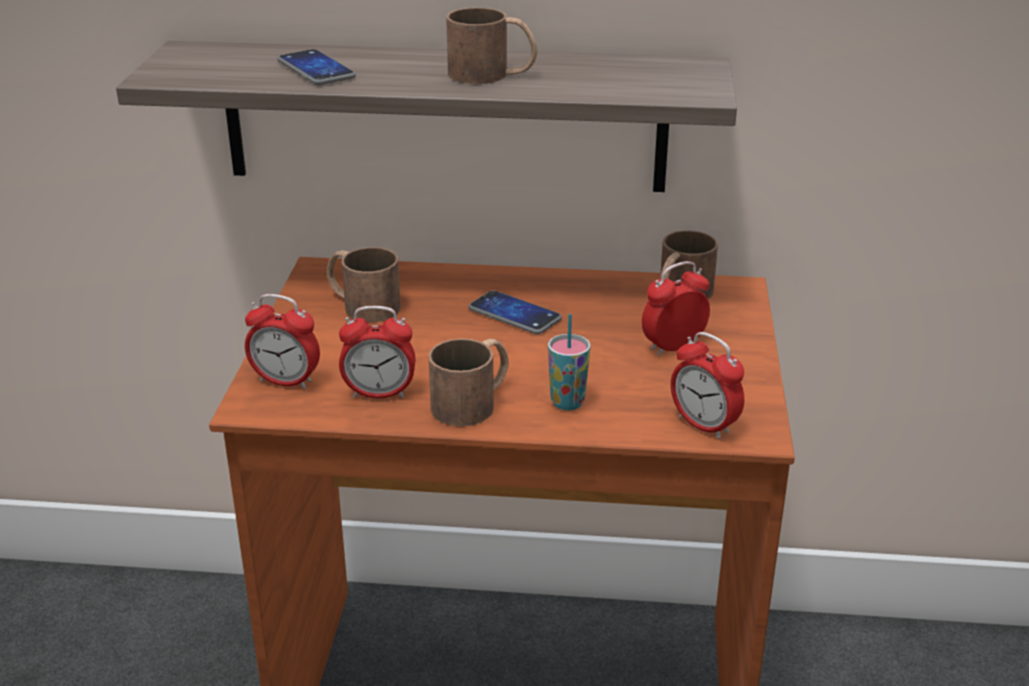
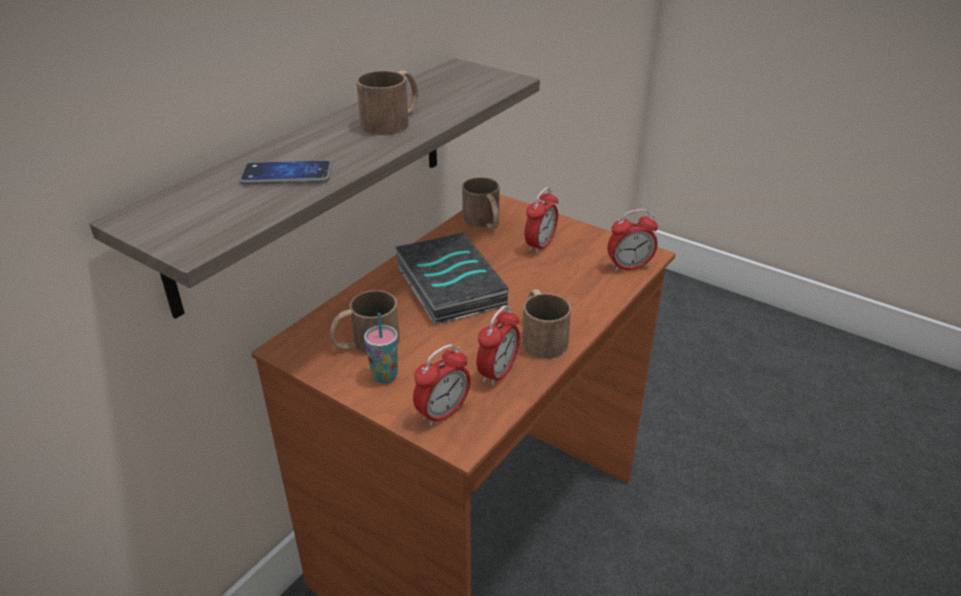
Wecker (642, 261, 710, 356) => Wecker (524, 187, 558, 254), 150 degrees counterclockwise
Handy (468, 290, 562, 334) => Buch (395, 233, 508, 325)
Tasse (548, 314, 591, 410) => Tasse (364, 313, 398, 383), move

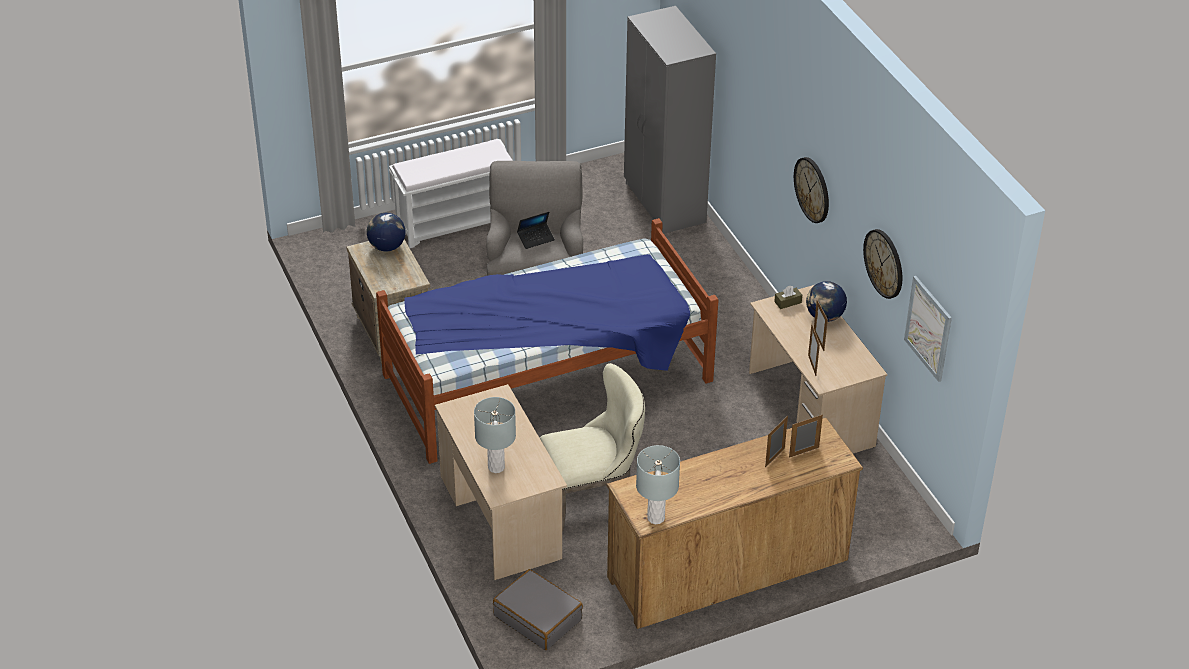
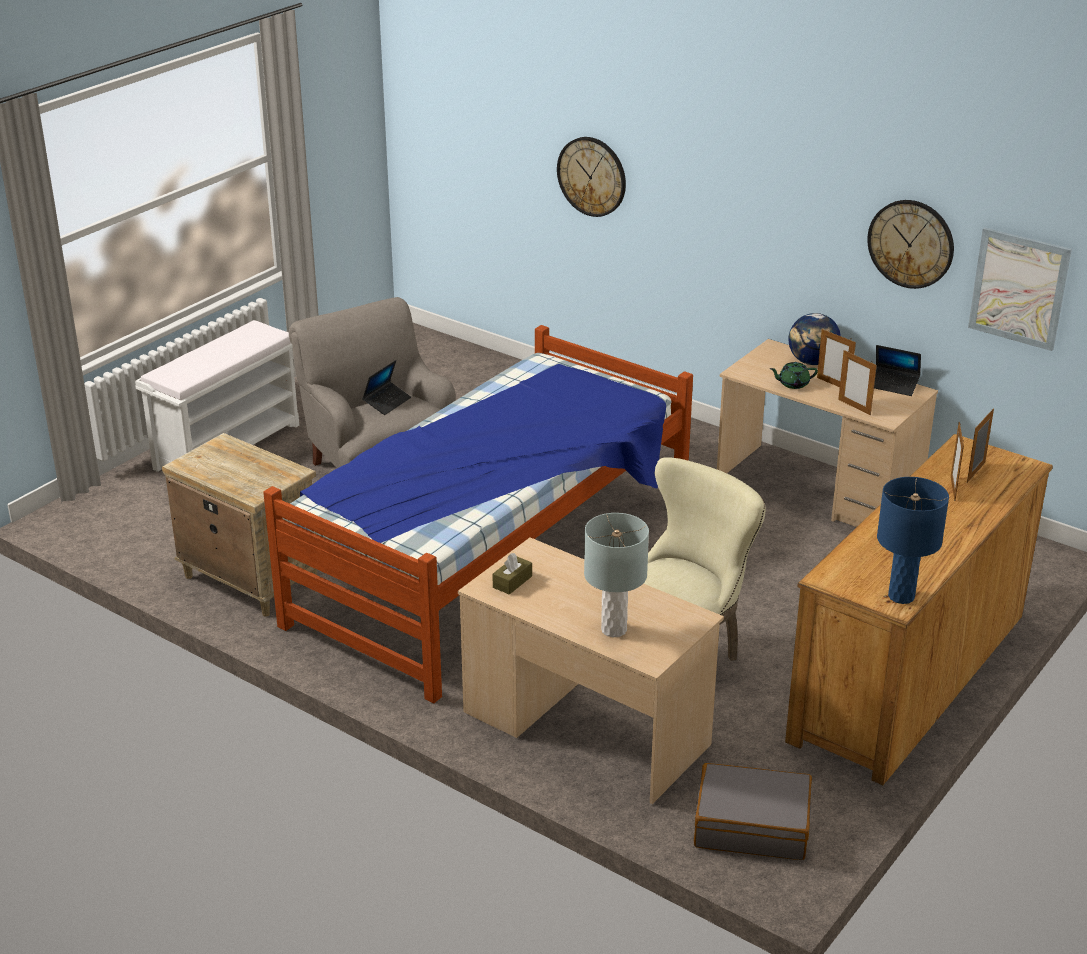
Kleiderschrank [grau] (624, 6, 716, 234) => nothing
Wanduhr (794, 157, 829, 223) => Wanduhr (557, 137, 626, 217), move
Globus (367, 213, 406, 251) => nothing
Taschentuchbox [braun] (774, 286, 802, 309) => Taschentuchbox [braun] (492, 553, 532, 595), move
Tischlampe [grau] (636, 445, 680, 524) => Tischlampe [blau] (877, 477, 949, 604)
nothing => Laptop (874, 345, 921, 396)
nothing => Teekanne [grün] (770, 362, 818, 389)

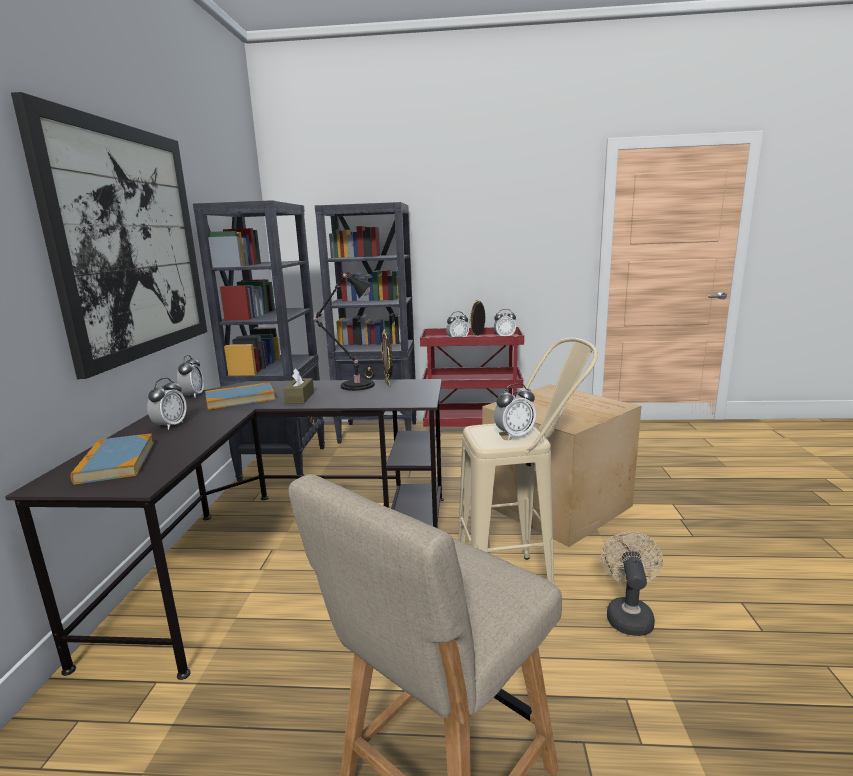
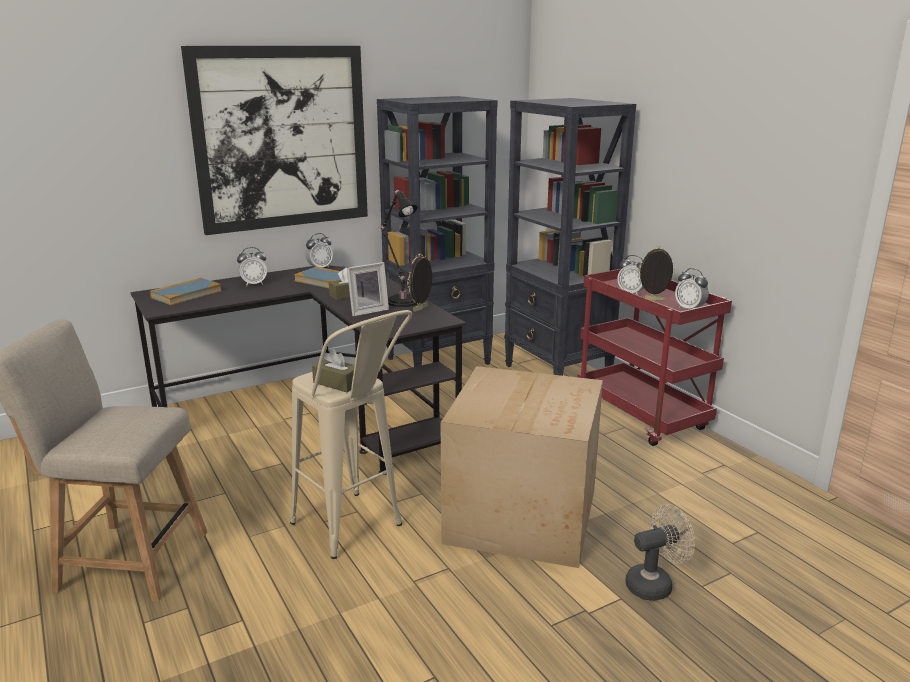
Wecker (494, 383, 536, 440) => Taschentuchbox [braun] (312, 349, 355, 392)
Ventilator [beige] (601, 532, 663, 636) => Ventilator [beige] (625, 504, 695, 601), move
nothing => Bilderrahmen (347, 262, 389, 316)

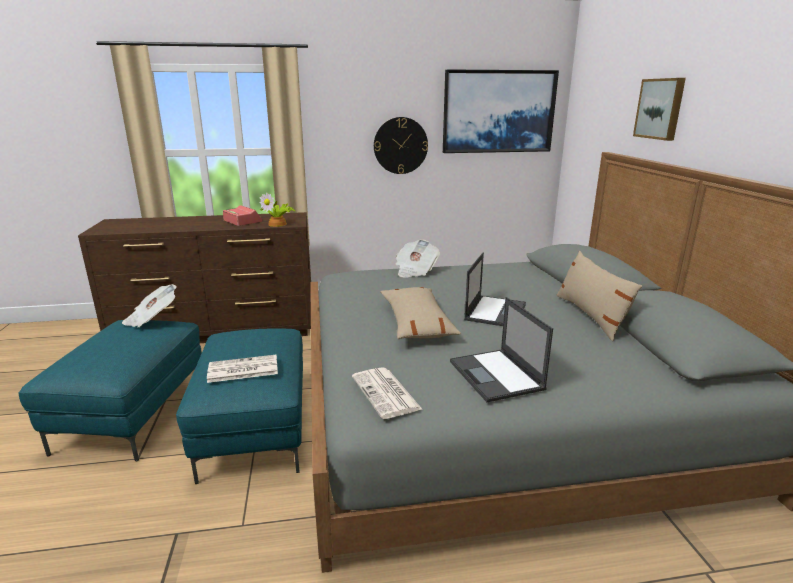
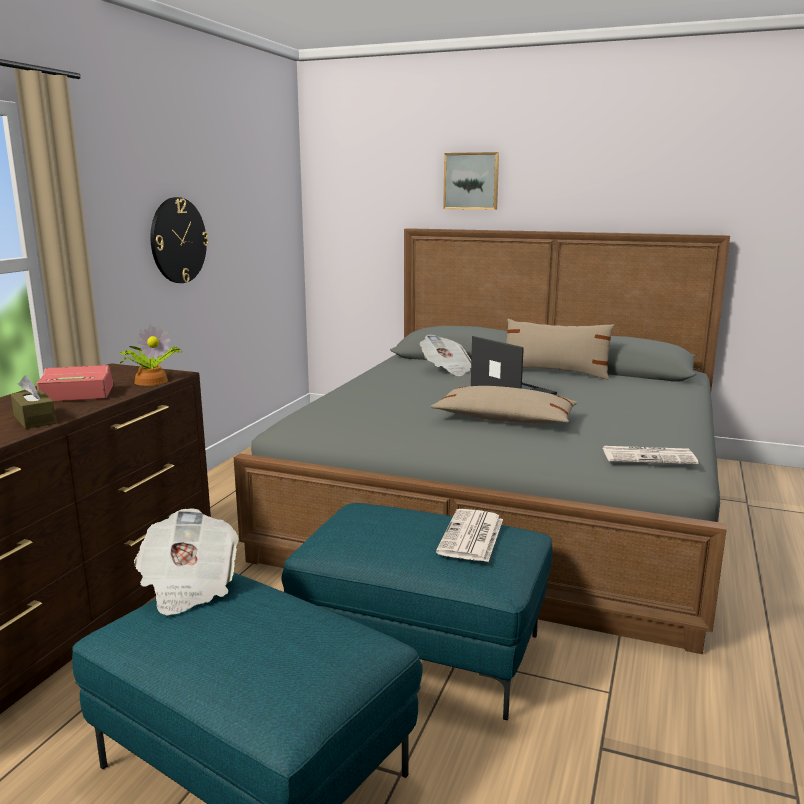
Bild (443, 69, 559, 153) => nothing
Zeitung (395, 239, 440, 278) => Zeitung (420, 335, 471, 376), move
Laptop (450, 297, 553, 402) => nothing
nothing => Taschentuchbox [braun] (11, 376, 56, 429)

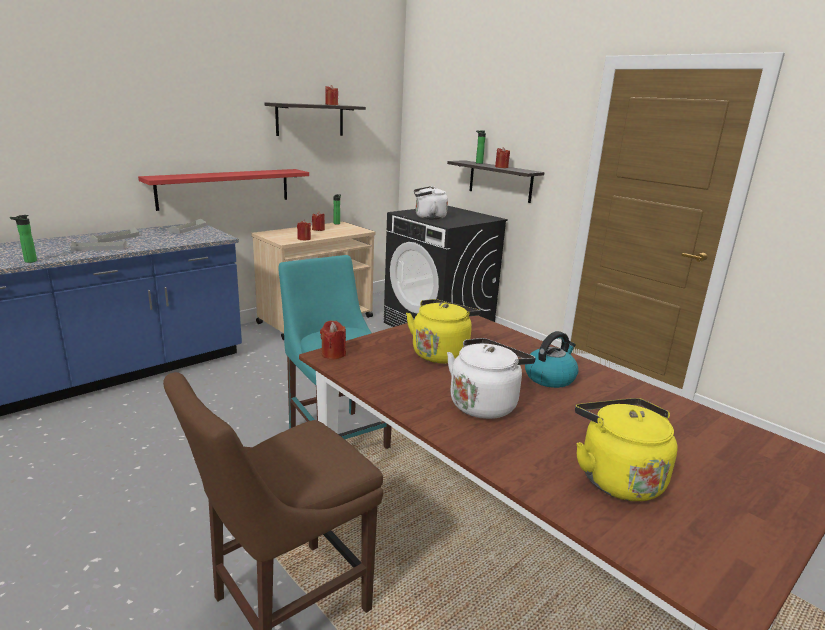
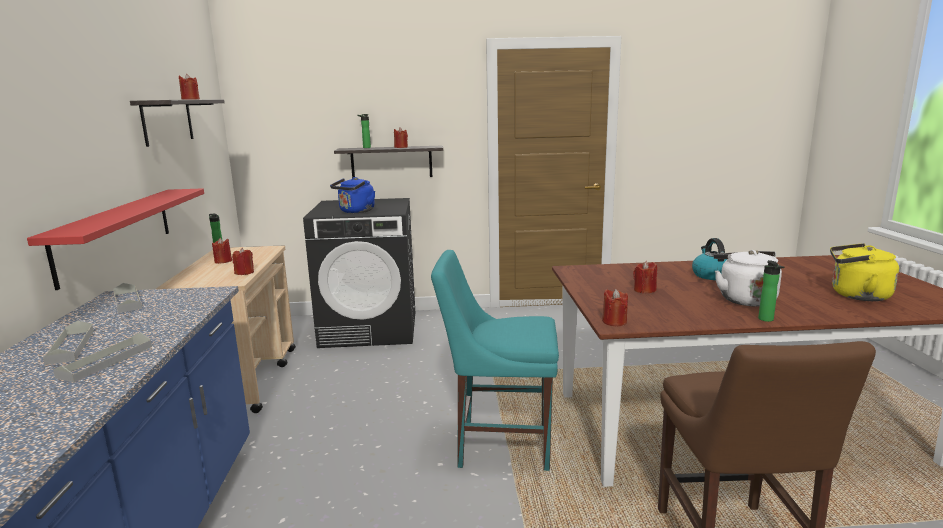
Wasserkessel [weiß] (414, 186, 448, 220) => Wasserkessel [blau] (330, 177, 375, 213)
Flasche (10, 215, 37, 263) => Flasche (758, 260, 784, 322), move
Wasserkessel [gelb] (406, 299, 481, 363) => Kerze [rot] (633, 261, 657, 294)

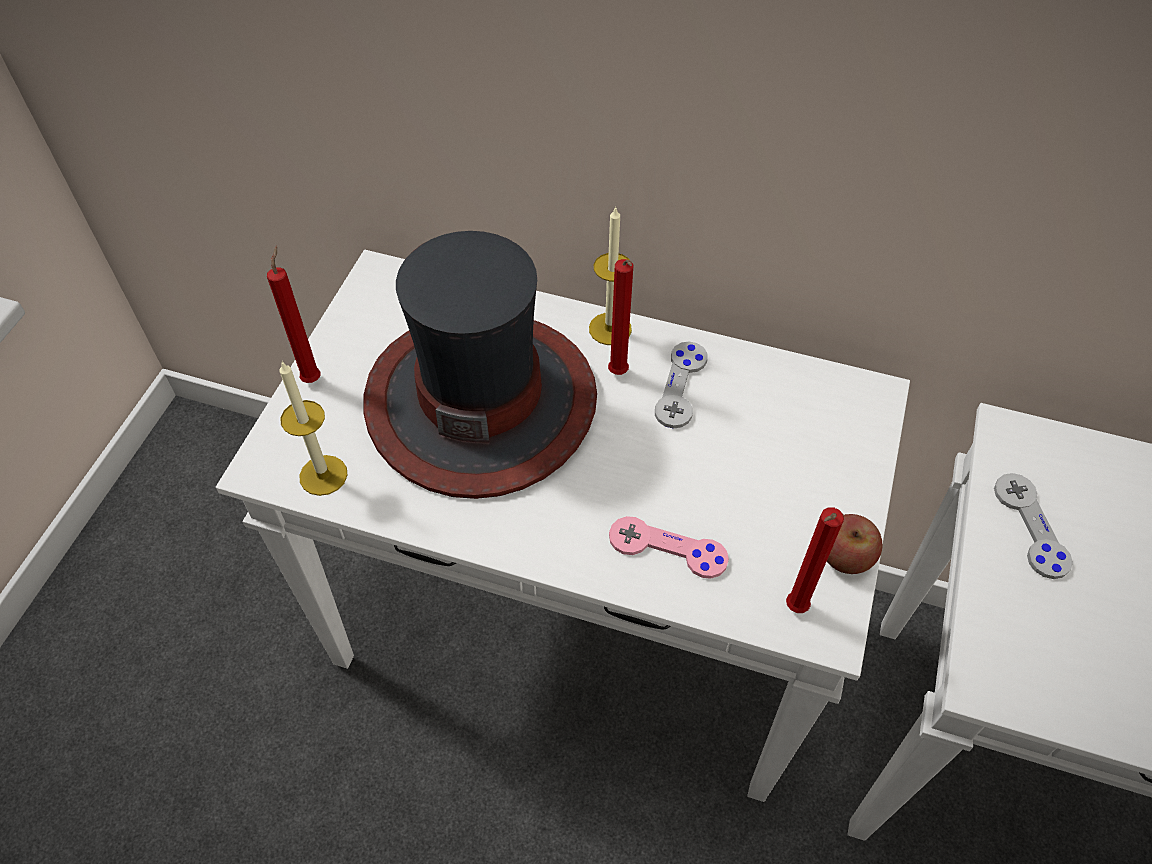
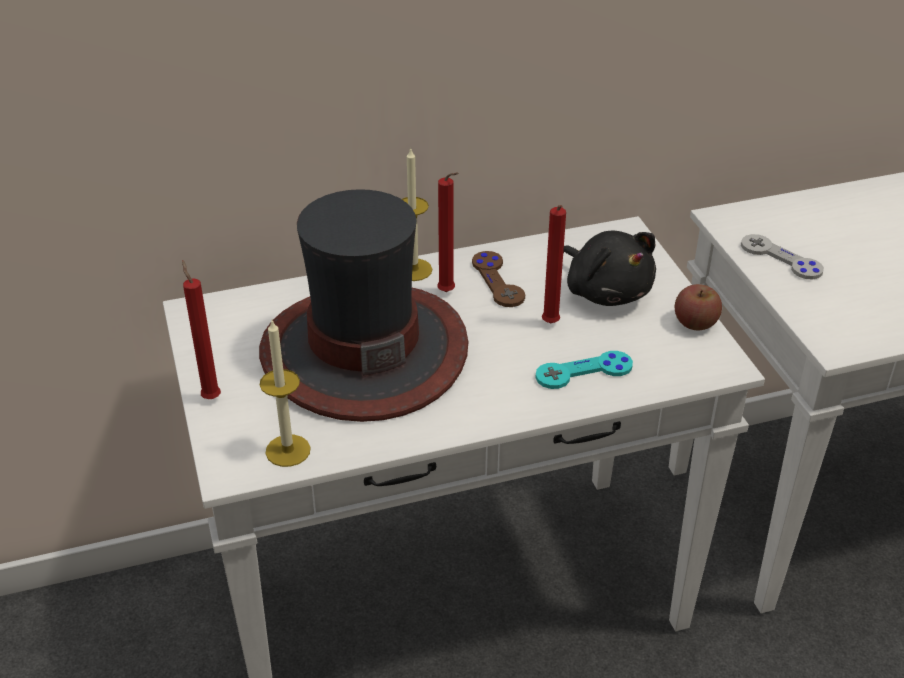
Gamepad [grau] (655, 342, 708, 429) => Gamepad [braun] (472, 251, 525, 307)
Kerze [rot] (786, 507, 844, 613) => Kerze [rot] (542, 205, 566, 323), move
Gamepad [rosa] (609, 516, 729, 579) => Gamepad [türkis] (535, 351, 633, 389)
nothing => Plüschtier [schwarz] (563, 231, 656, 306)

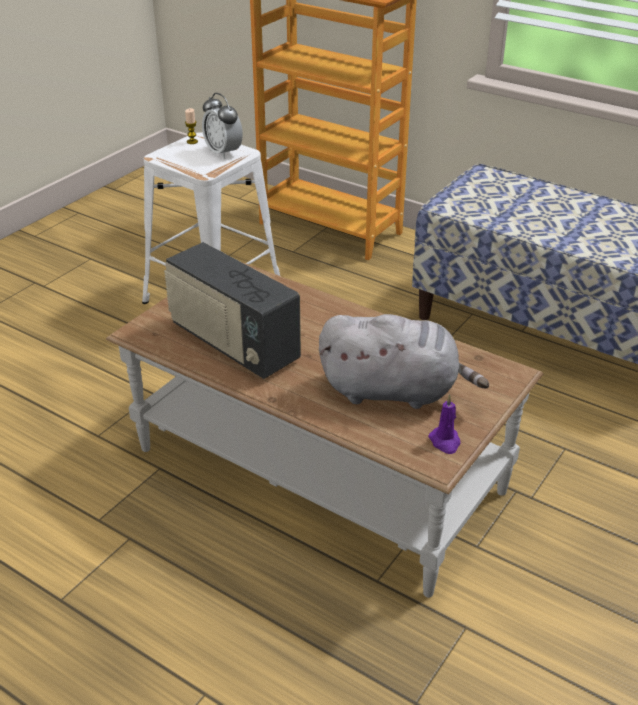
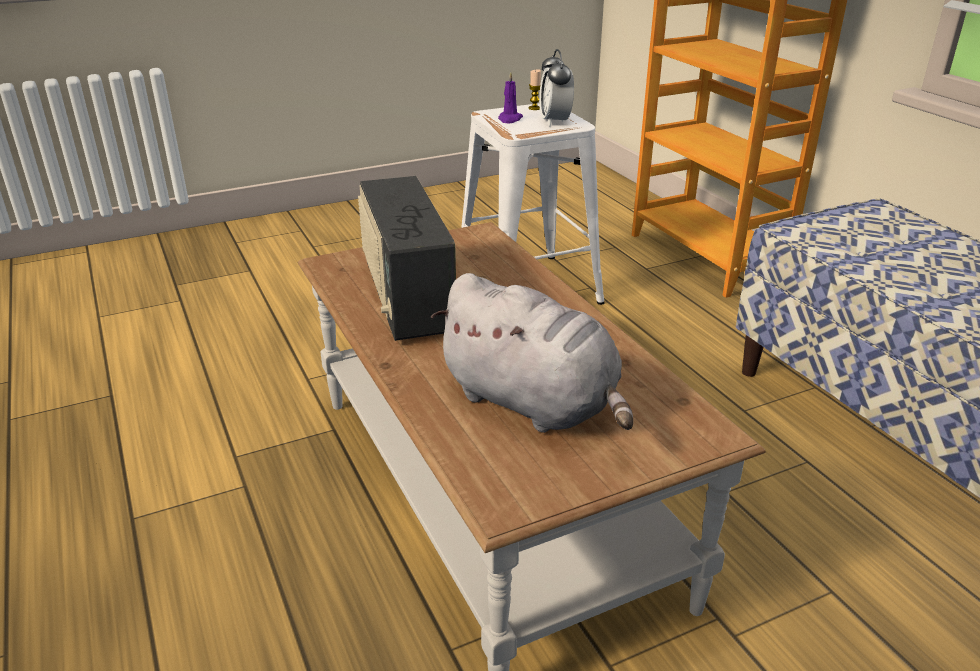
Kerze [lila] (428, 395, 461, 454) => Kerze [lila] (498, 72, 523, 123), move

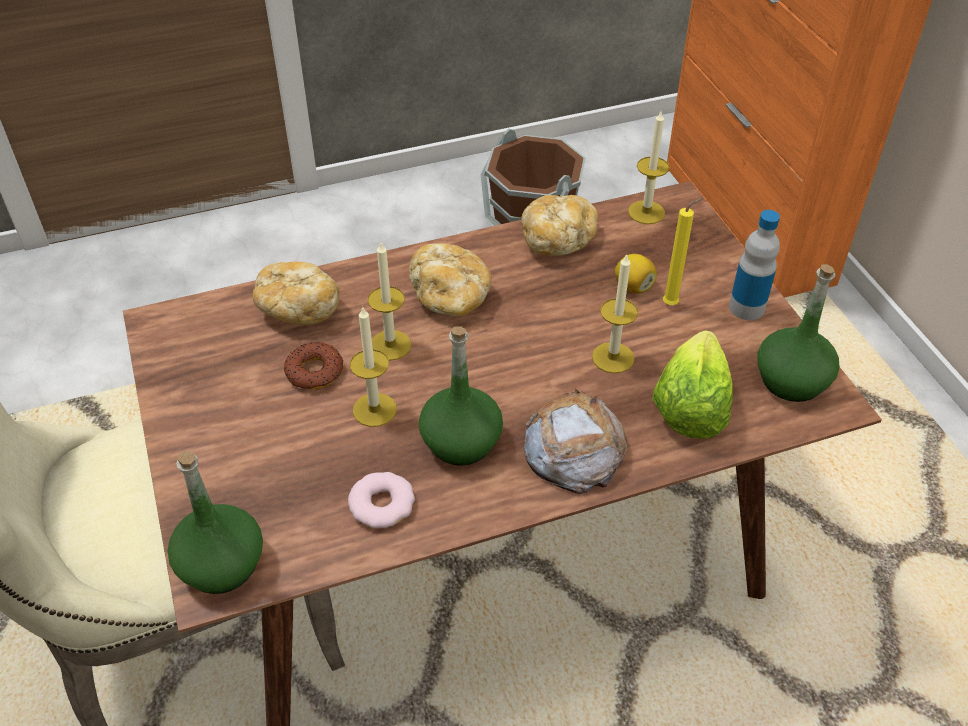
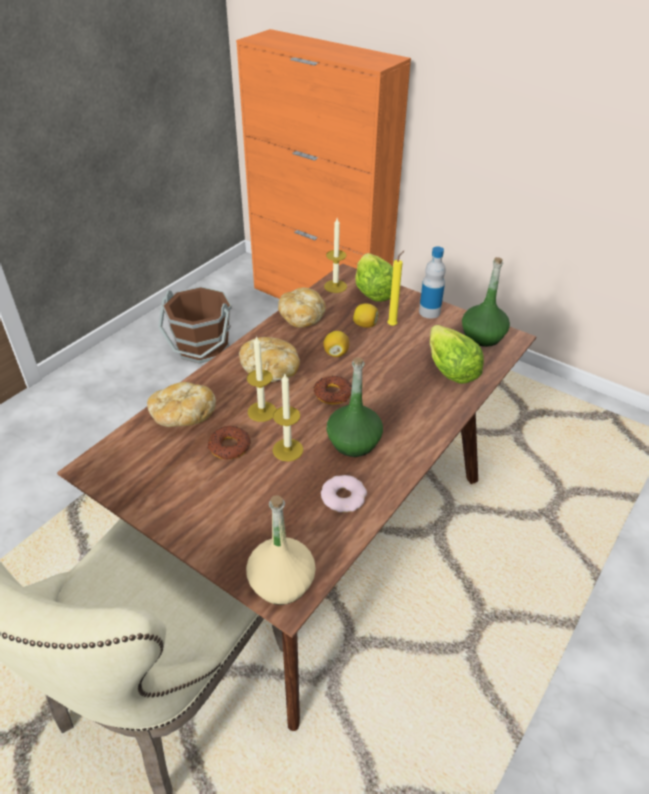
Kerze (592, 254, 638, 373) => nothing
Brot (524, 388, 628, 494) => nothing
Flasche [grün] (168, 450, 263, 594) => Flasche [beige] (246, 495, 316, 605)
nothing => Salatkopf (355, 253, 393, 302)
nothing => Zitrone (323, 331, 349, 357)
nothing => Donut (314, 376, 352, 405)

